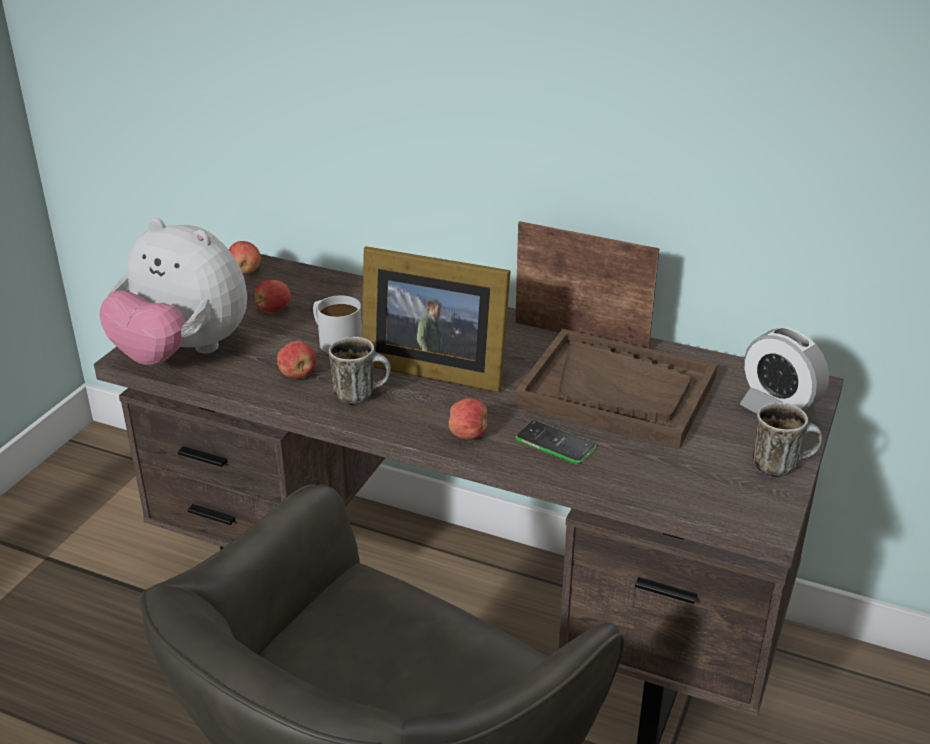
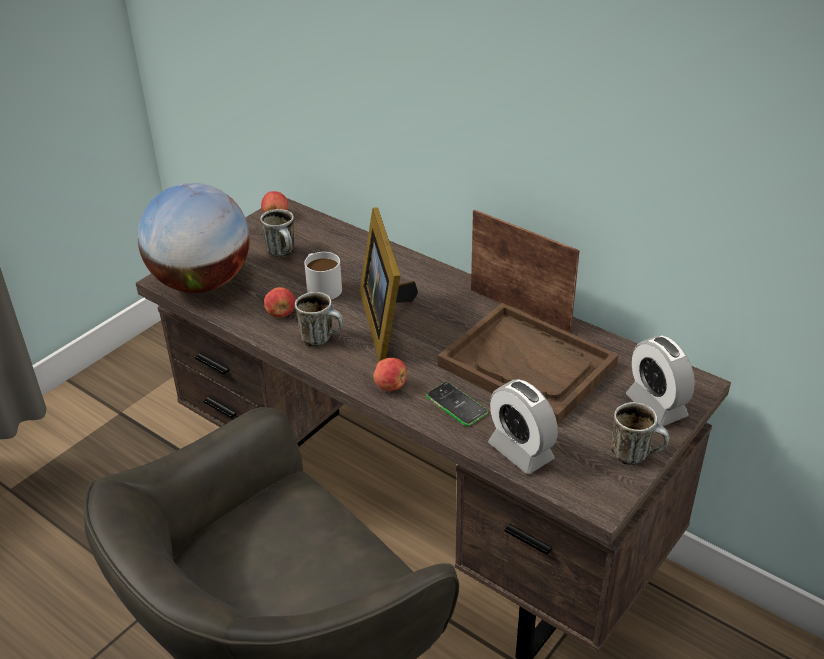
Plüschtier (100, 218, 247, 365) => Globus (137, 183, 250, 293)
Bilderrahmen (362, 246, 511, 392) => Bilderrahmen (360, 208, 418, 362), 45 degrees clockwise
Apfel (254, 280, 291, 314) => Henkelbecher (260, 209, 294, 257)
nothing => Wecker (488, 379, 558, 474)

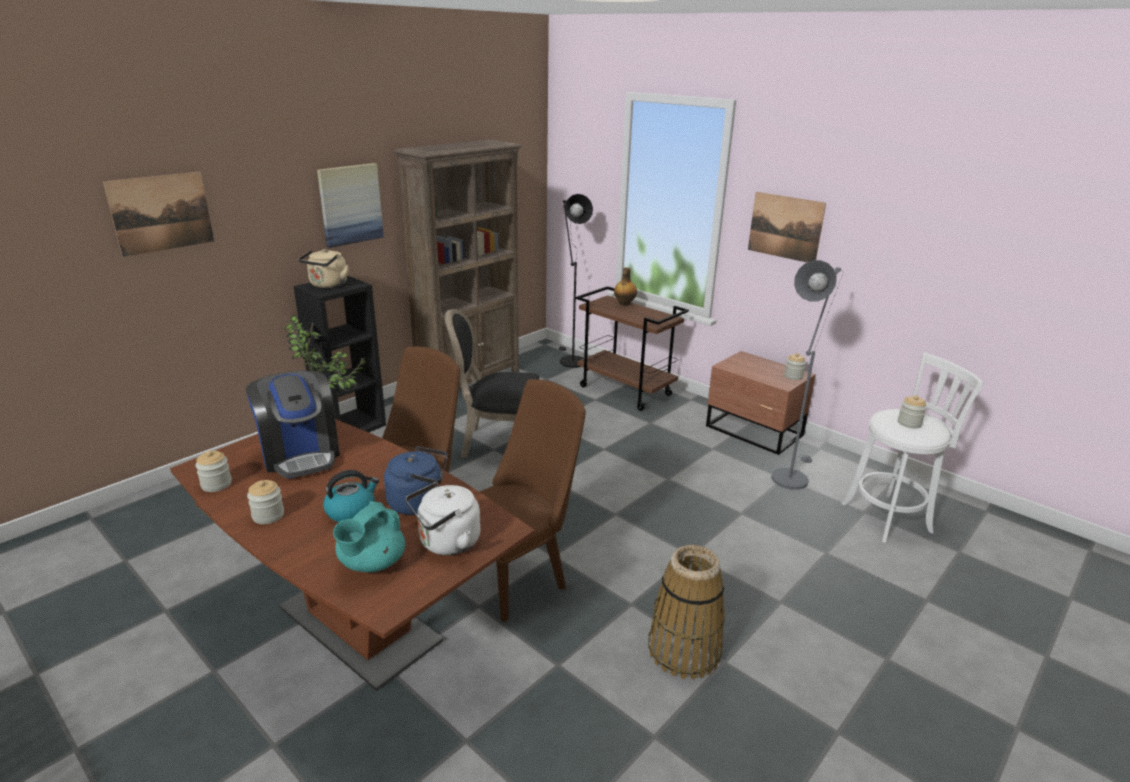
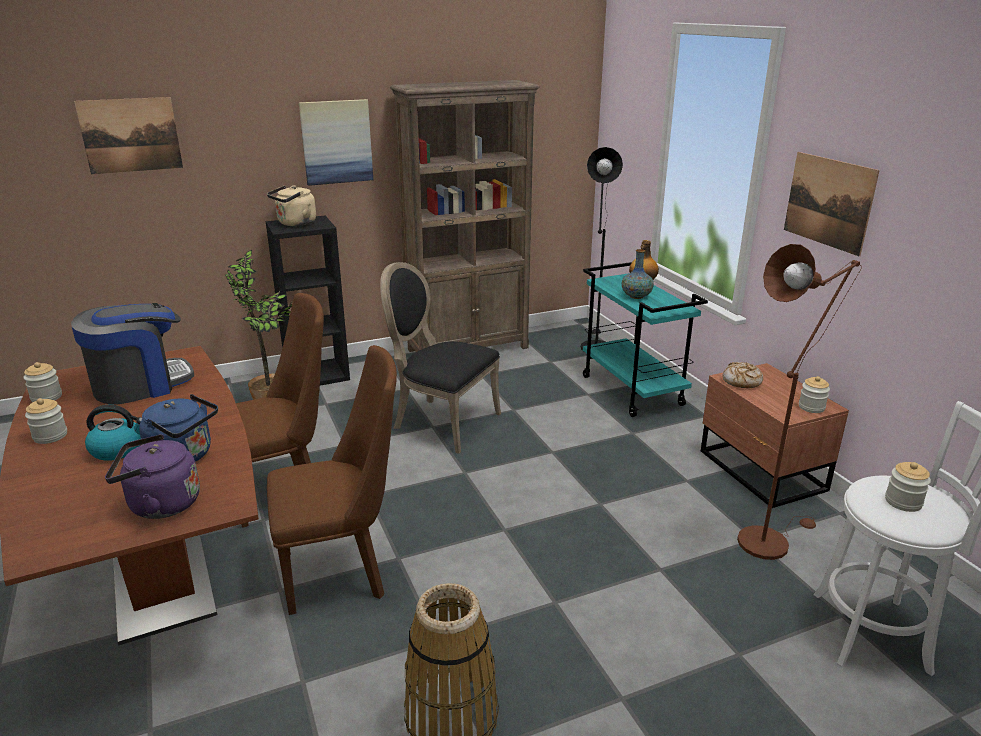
Stehlampe [grau] (771, 260, 844, 490) => Stehlampe [braun] (737, 244, 862, 560)
Rollwagen [braun] (576, 286, 689, 411) => Rollwagen [türkis] (583, 262, 708, 417)
Kaffeemaschine (246, 371, 340, 479) => Kaffeemaschine (71, 303, 194, 405), 120 degrees counterclockwise
Wasserkessel [weiß] (406, 482, 481, 555) => Wasserkessel [lila] (105, 434, 200, 519)
Teekanne [türkis] (333, 501, 405, 572) => nothing
nothing => Vase (622, 249, 654, 299)
nothing => Brot (722, 362, 763, 388)

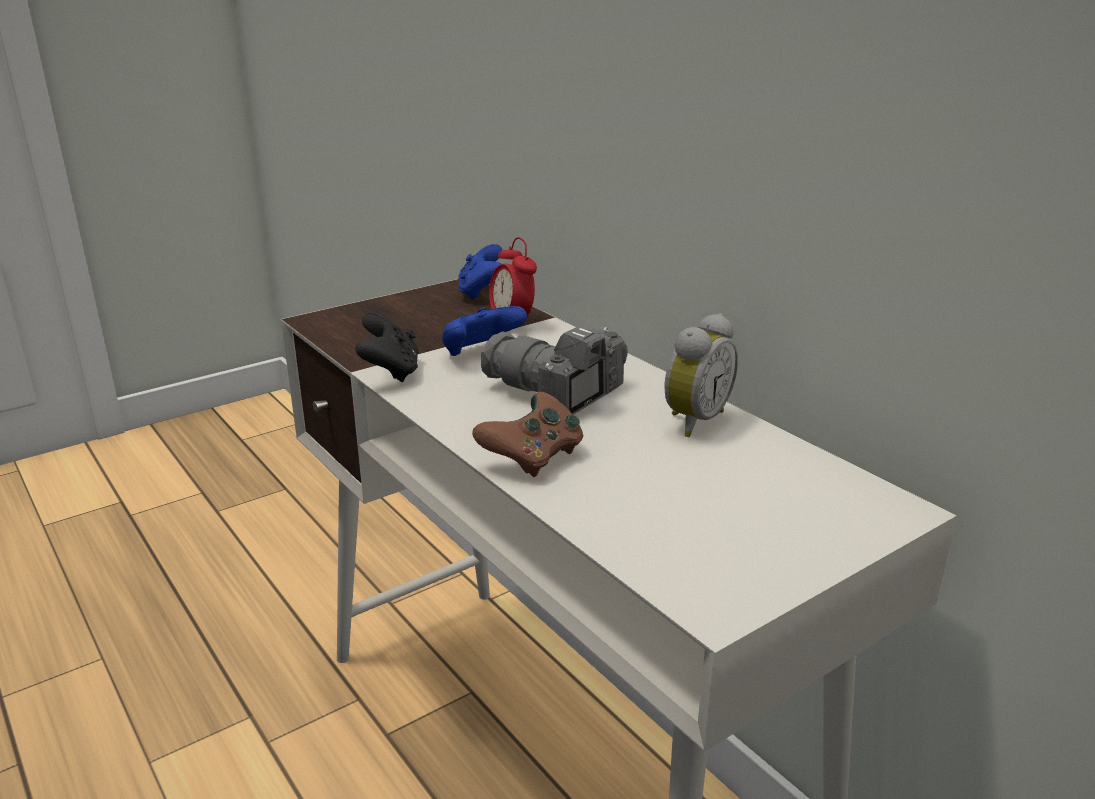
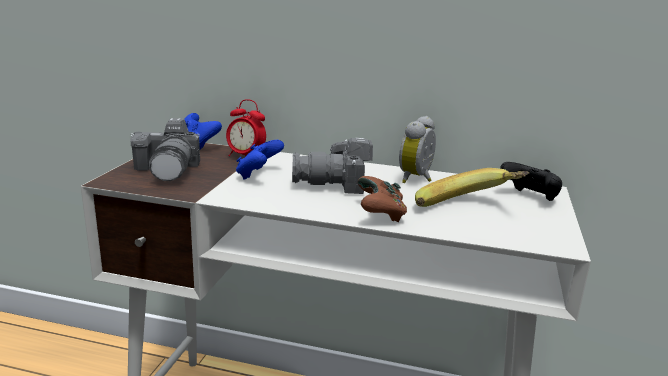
Gamepad [schwarz] (355, 312, 419, 382) => Gamepad [schwarz] (500, 162, 562, 201), move
Wecker (664, 313, 738, 437) => Wecker (399, 116, 436, 183), 150 degrees counterclockwise
nothing => Kamera (130, 118, 200, 181)
nothing => Banane (415, 168, 529, 207)

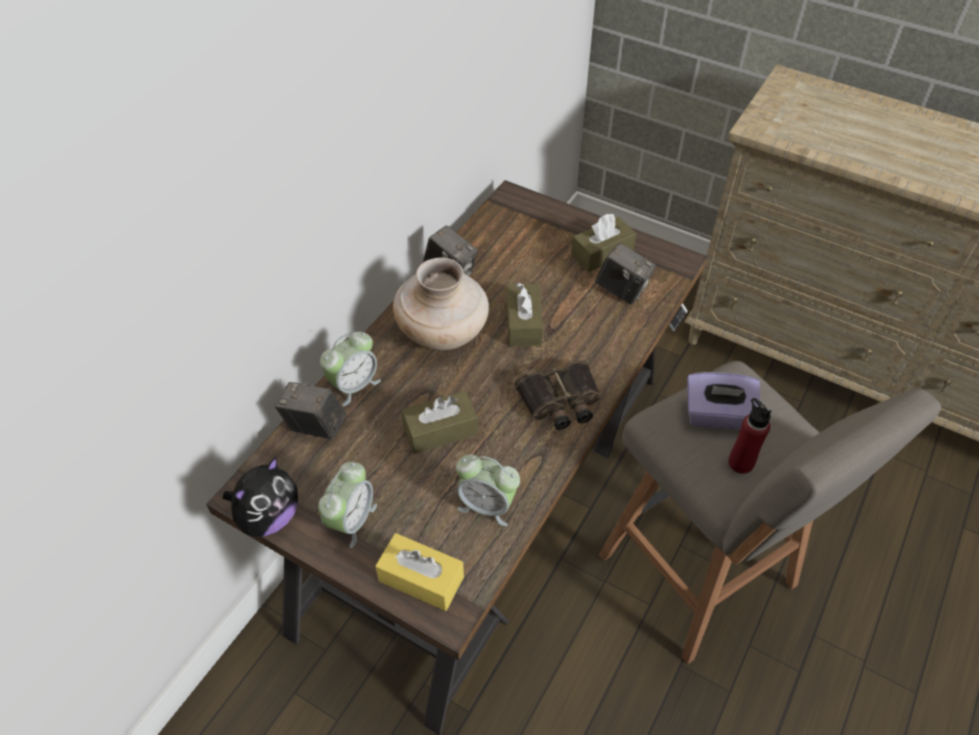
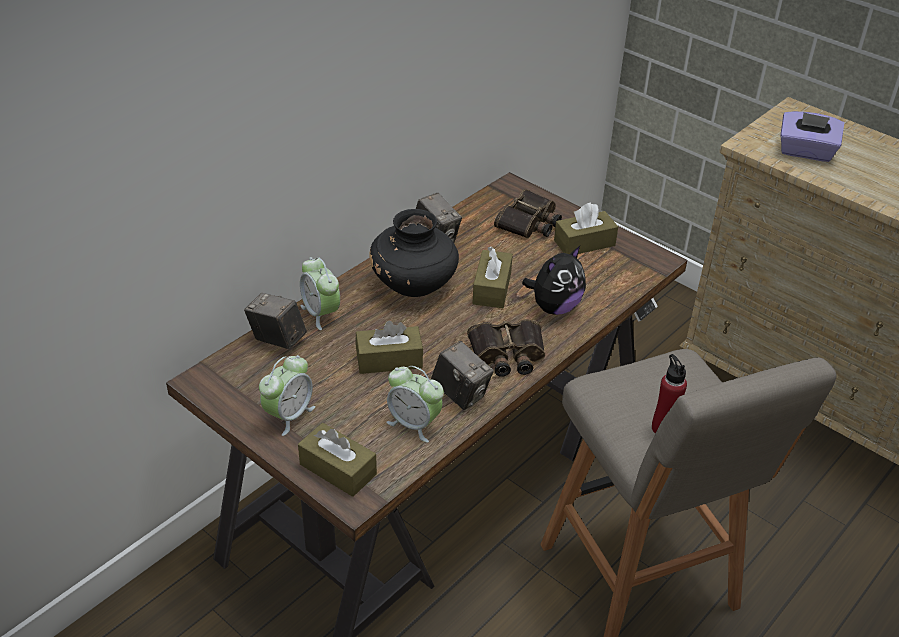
Kamera (595, 243, 656, 304) => Kamera (431, 341, 494, 410), move
Vase [beige] (393, 258, 489, 350) => Vase [schwarz] (370, 209, 459, 297)
Wecker (320, 332, 381, 406) => Wecker (300, 257, 340, 330), 90 degrees clockwise
Taschentuchbox [lila] (687, 372, 760, 430) => Taschentuchbox [lila] (780, 111, 845, 162), move
Plüschtier (223, 457, 298, 537) => Plüschtier (522, 246, 586, 315), move
Taschentuchbox [gelb] (376, 533, 464, 611) => Taschentuchbox [braun] (298, 423, 377, 497)
nothing => Fernglas (494, 189, 562, 238)

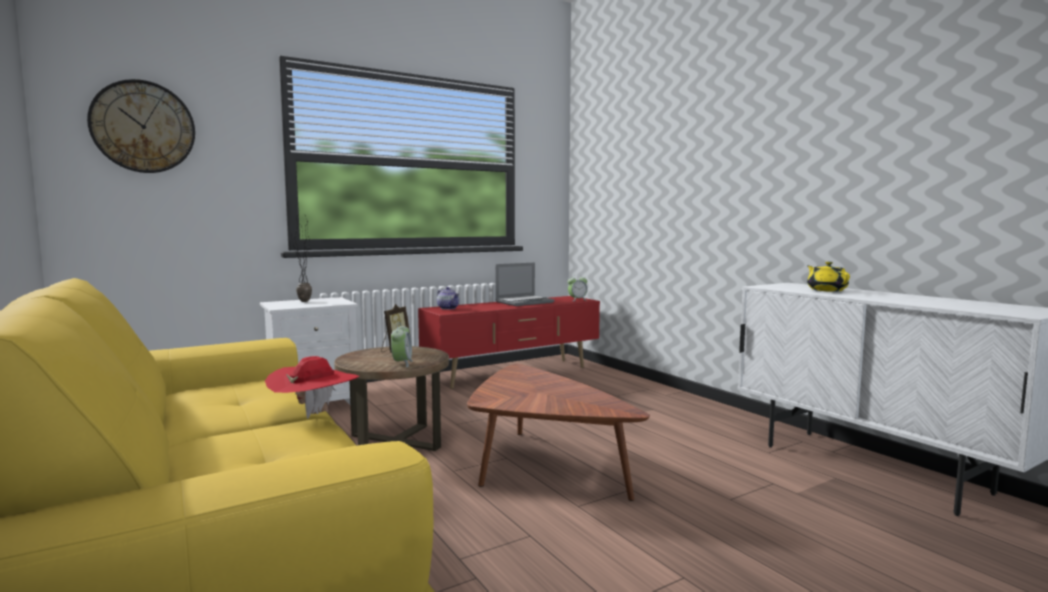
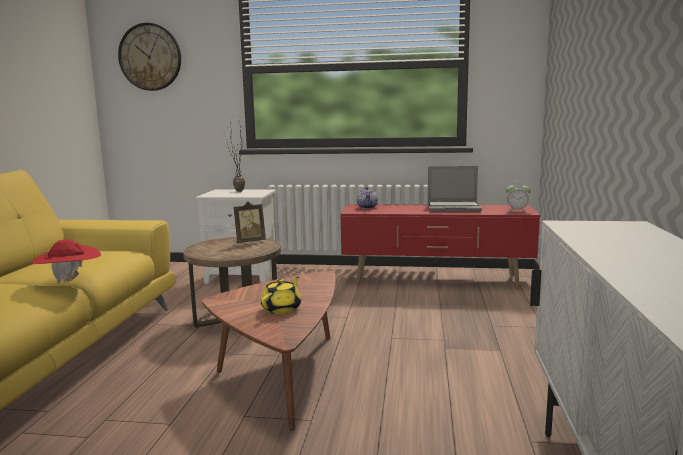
Teekanne [gelb] (807, 262, 850, 292) => Teekanne [gelb] (261, 276, 301, 314), move
Wecker (391, 322, 413, 367) => nothing

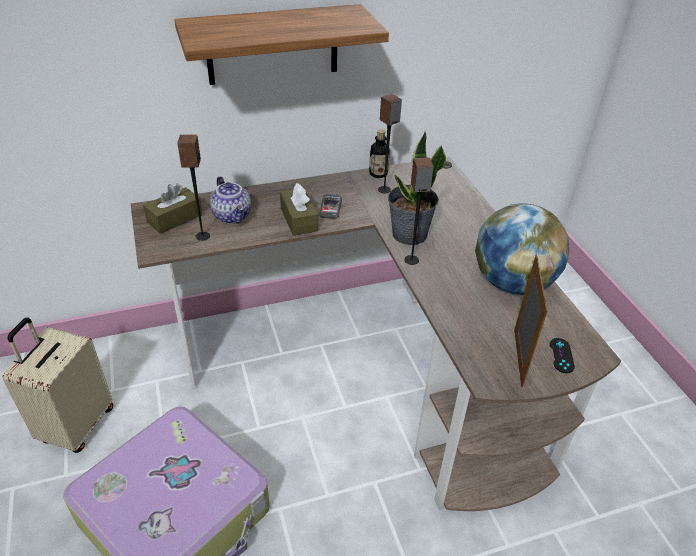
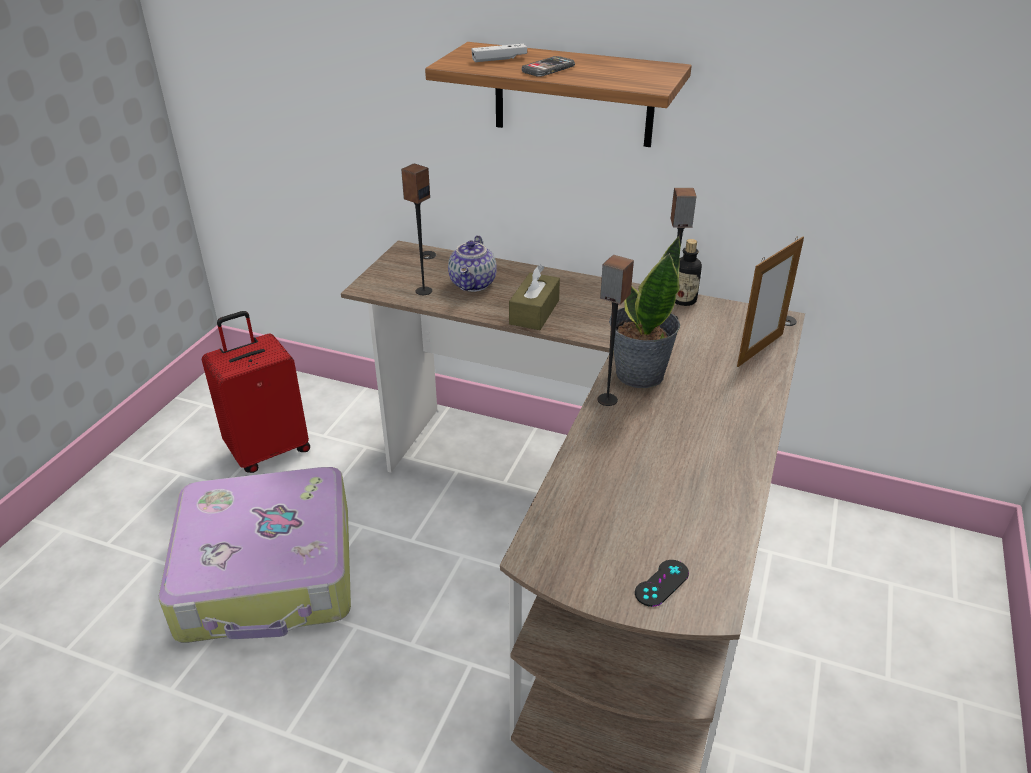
Taschentuchbox [braun] (143, 183, 202, 234) => nothing
Handy (319, 194, 342, 219) => Handy (521, 56, 575, 77), move
Globus (475, 203, 570, 295) => nothing
Bilderrahmen (514, 254, 548, 388) => Bilderrahmen (737, 237, 804, 367), move
Koffer [beige] (2, 317, 113, 453) => Koffer [rot] (202, 311, 310, 473)
nothing => Gamepad [weiß] (471, 44, 527, 62)

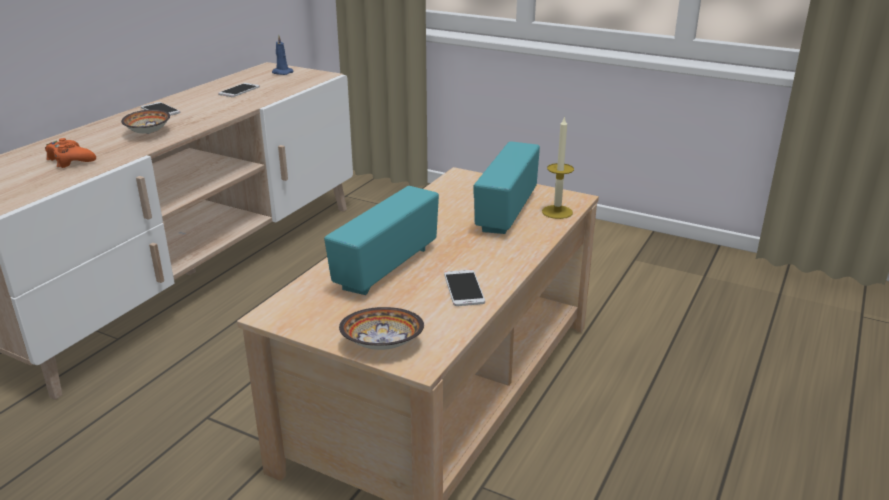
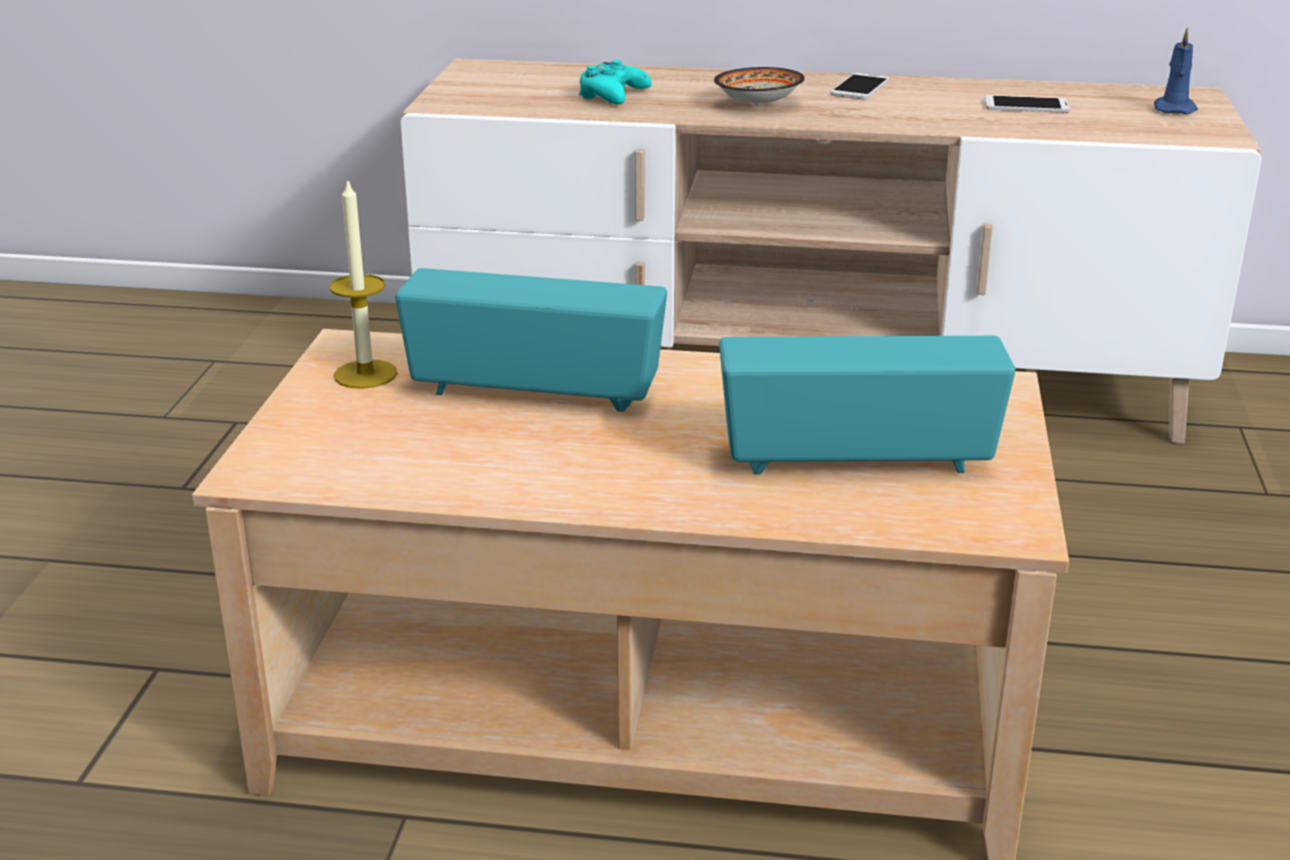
Kerze (542, 116, 574, 219) => Kerze (330, 178, 397, 389), move
Gamepad [orange] (45, 138, 96, 168) => Gamepad [türkis] (579, 60, 652, 104)
Handy (444, 270, 485, 306) => nothing
Schüssel (339, 307, 424, 350) => nothing

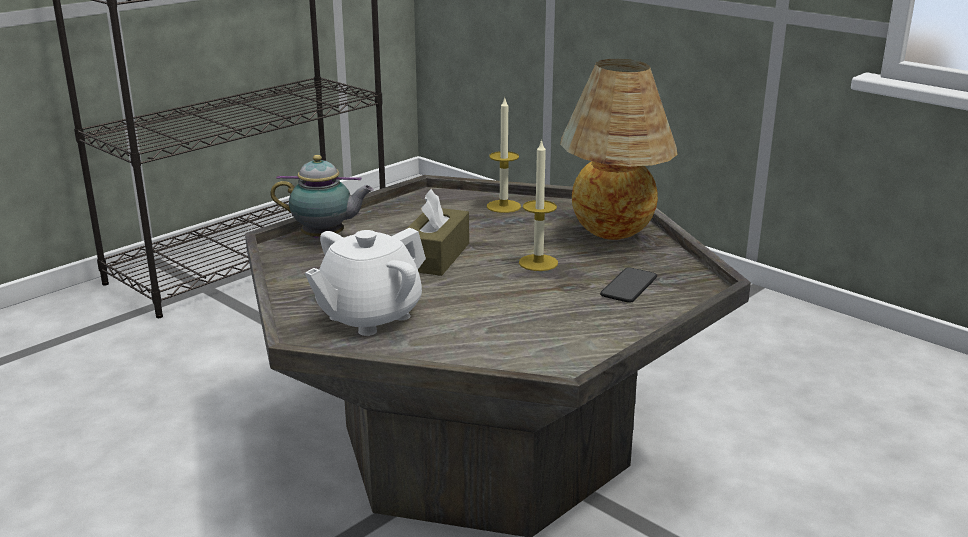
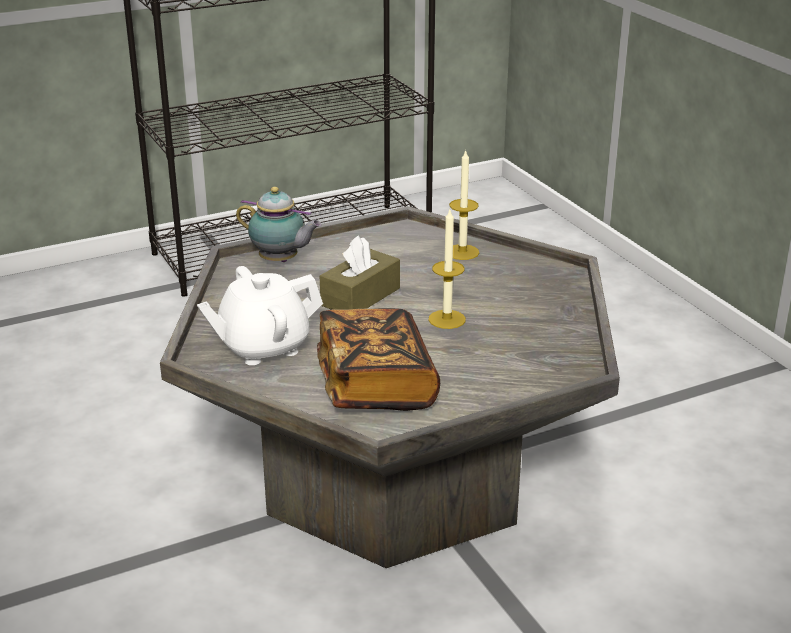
Tischlampe (560, 59, 677, 240) => nothing
Handy (600, 267, 657, 303) => nothing
nothing => Buch (317, 308, 440, 411)

